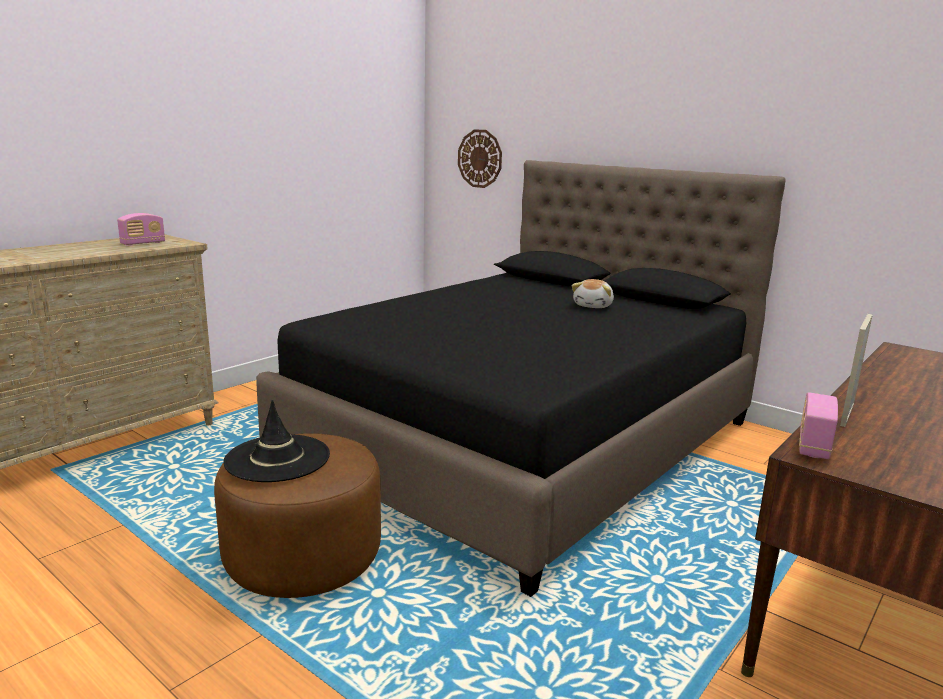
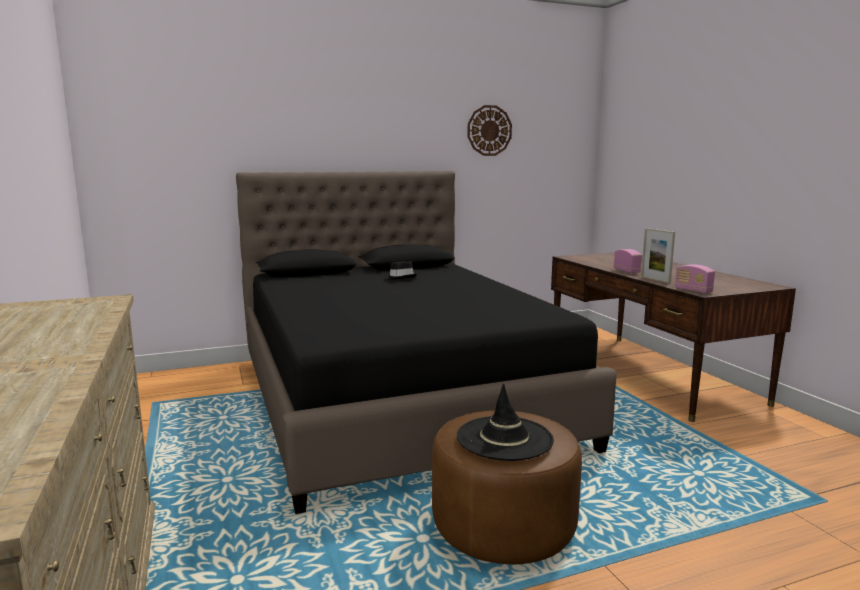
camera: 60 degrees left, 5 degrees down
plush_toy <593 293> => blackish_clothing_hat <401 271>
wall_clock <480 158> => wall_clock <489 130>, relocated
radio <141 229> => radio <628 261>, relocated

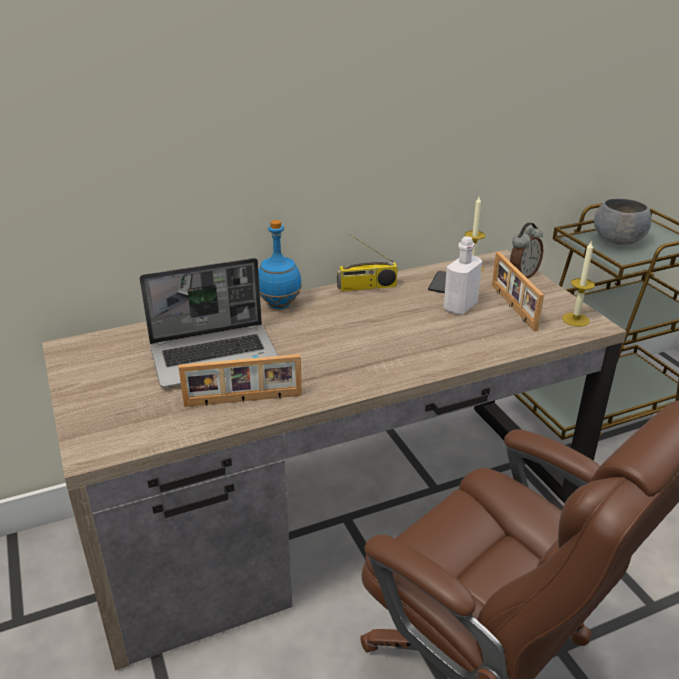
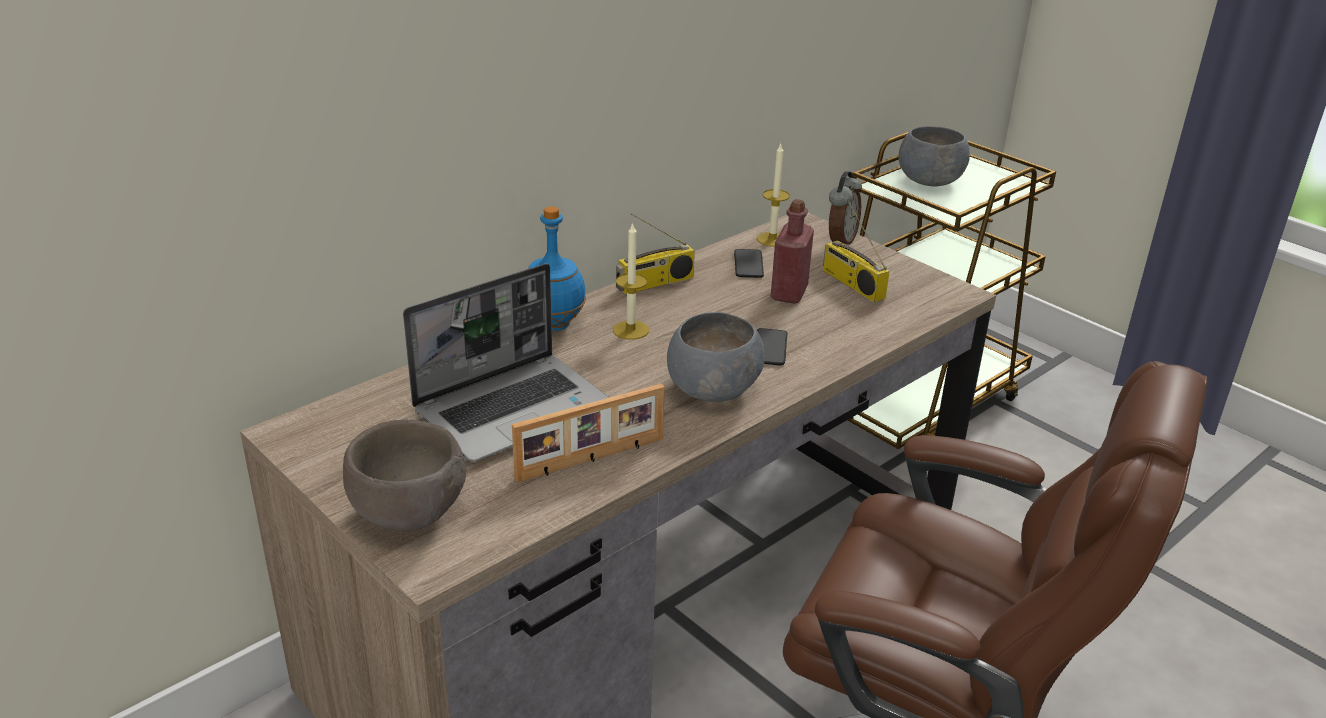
camera: 20 degrees left, 0 degrees up
nothing => brown_bowl <404 476>
wax_light <578 283> => wax_light <631 281>, relocated
nothing => greyish_bowl <716 357>
nothing => phone <772 346>
white_bottle <463 275> => reddish_bottle <792 251>
picture_frame <518 291> => radio <856 252>

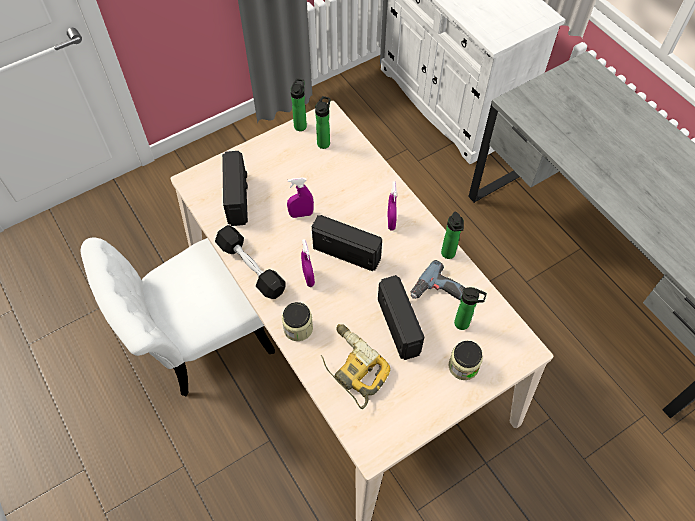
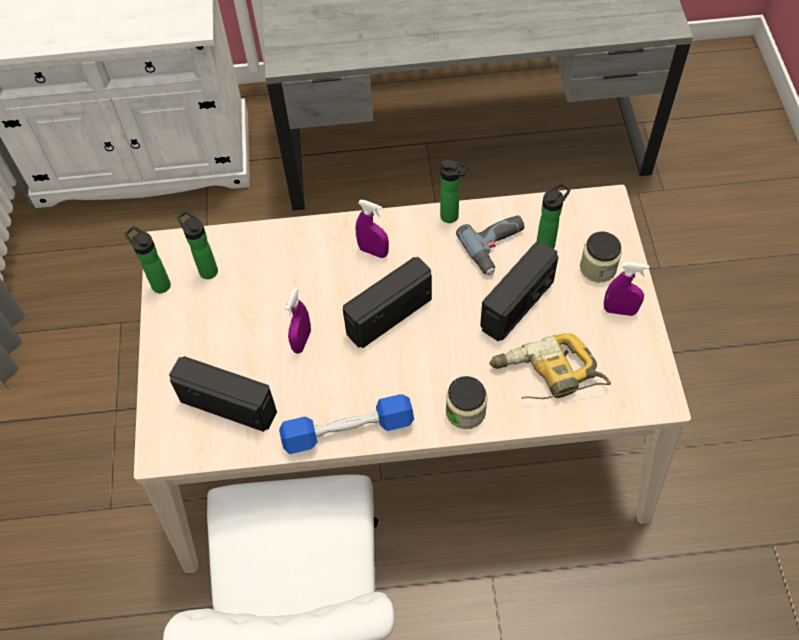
camera: 60 degrees left, 0 degrees up
blackish_free_weight <250 262> => bluish_free_weight <346 424>
radio <401 317> => radio <519 291>, 120 degrees clockwise
purple-coloured_sprayer <308 263> => purple-coloured_sprayer <626 289>, relocated

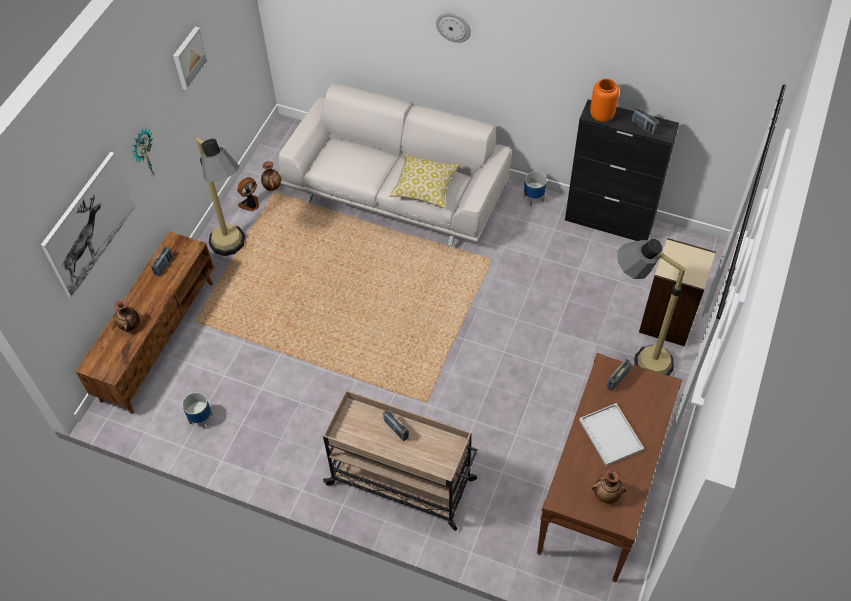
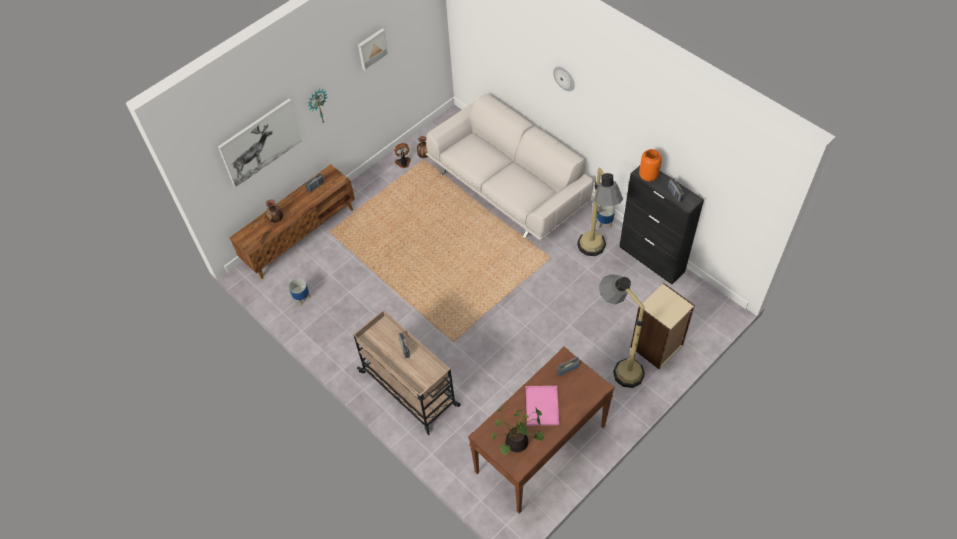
camera: 25 degrees right, 0 degrees up
decorative_vase <609 486> => potted_plant <517 431>
white_carrying_tray <611 434> => pink_carrying_tray <542 406>
standing_lamp <220 196> => standing_lamp <600 212>, relocated
throw_pillow <424 181> => nothing

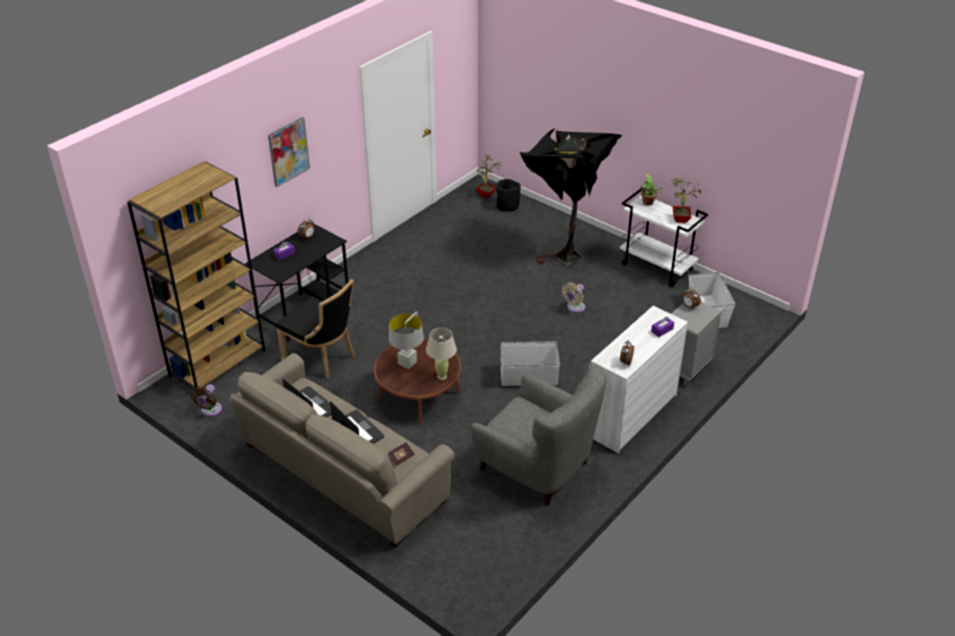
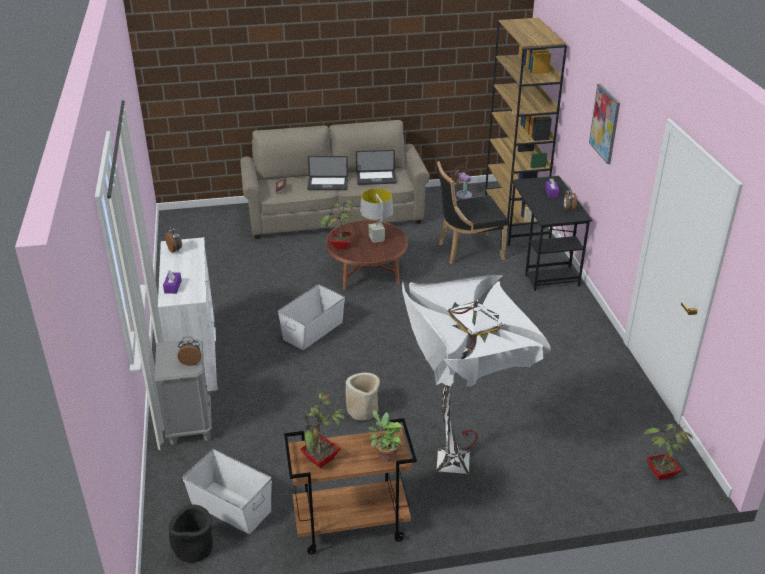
camera: 130 degrees right, 5 degrees down
blackish_planter <508 195> => blackish_planter <191 534>, relocated
white_wheeled_cart <664 237> => brown_wheeled_cart <350 486>
beige-coloured_tabletop_lamp <441 354> => potted_plant <337 224>
beige-coloured_fan <573 298> => beige-coloured_planter <362 397>
blackish_standing_lamp <571 196> => white_standing_lamp <476 375>
greyish_armchair <539 434> => nothing

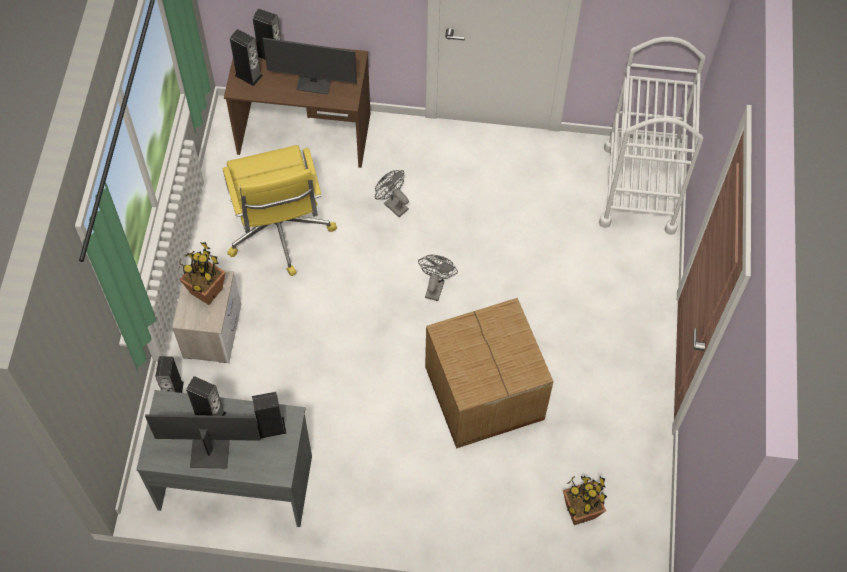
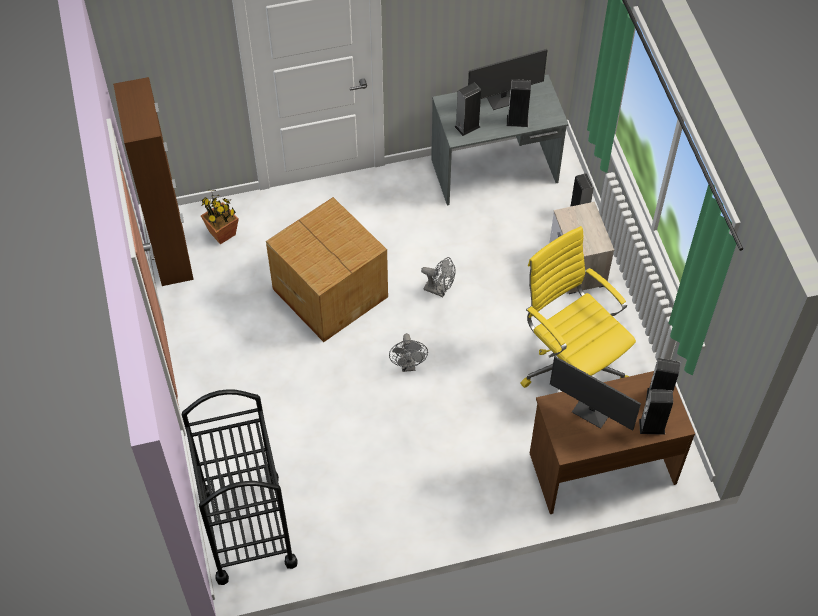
camera: 160 degrees right, 5 degrees down
nothing => brown_storage_cabinet <153 181>
white_wheeled_cart <652 136> => blackish_wheeled_cart <240 487>
greyish_fan <392 193> => greyish_fan <438 277>, relocated
computer_screen <310 66> => computer_screen <595 393>, 135 degrees counterclockwise
potted_plant <202 273> => nothing

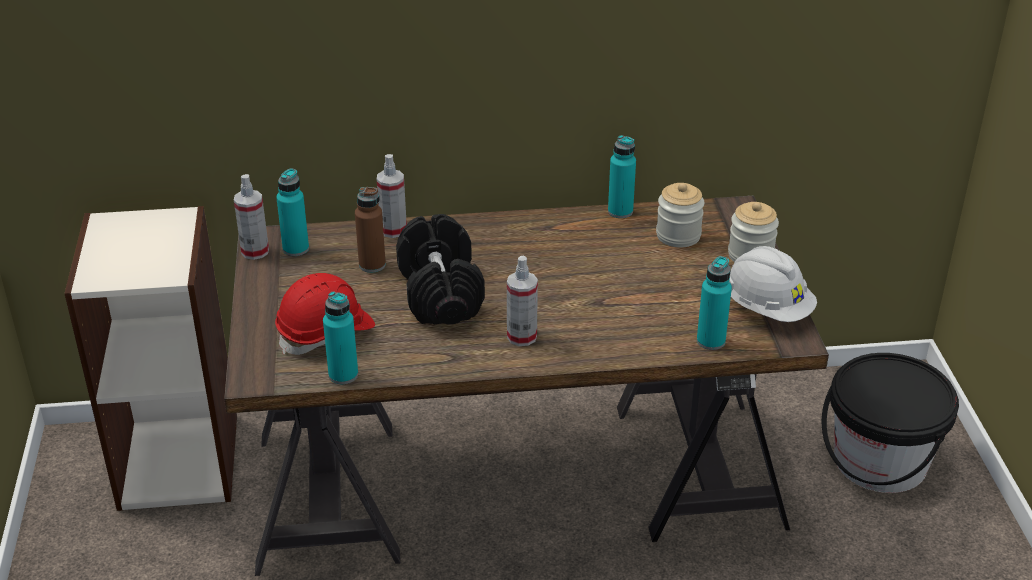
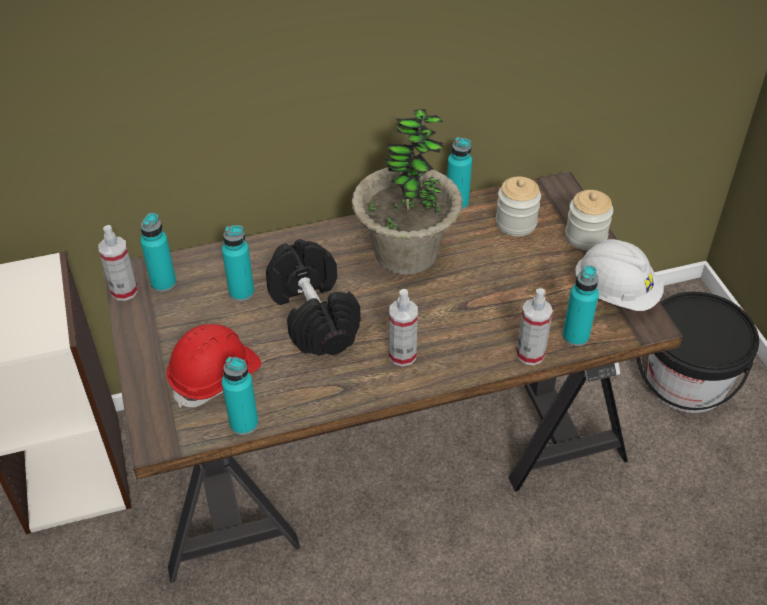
camera: 10 degrees left, 10 degrees up
brown_bottle <370 230> => blue-green_bottle <238 263>
nothing => potted_plant <407 192>
sprayer <392 196> => sprayer <534 326>, relocated

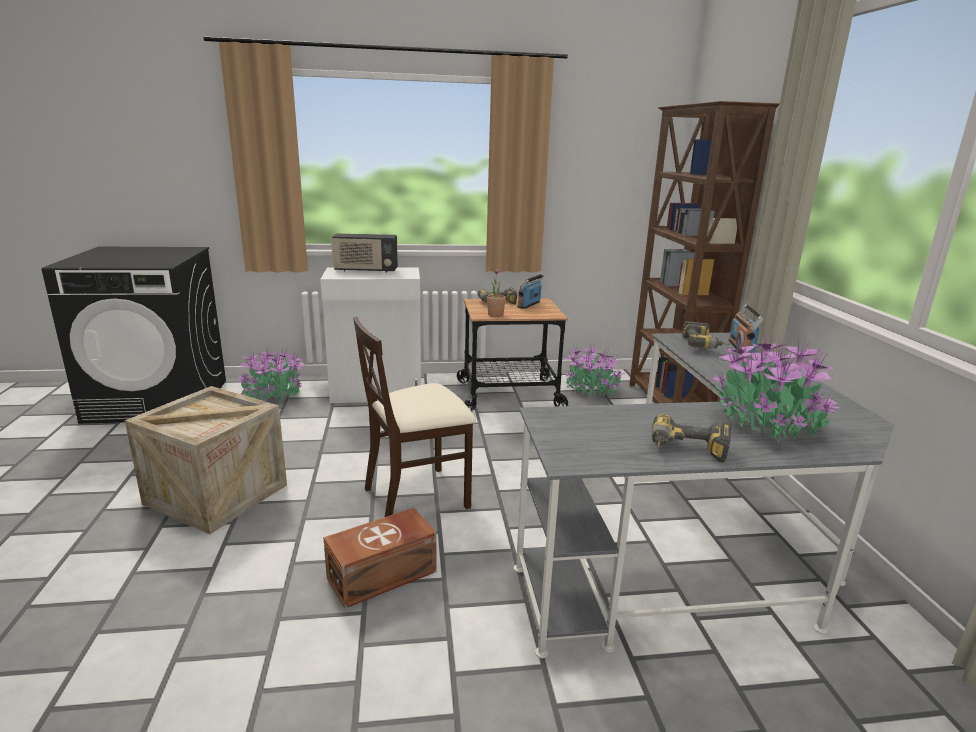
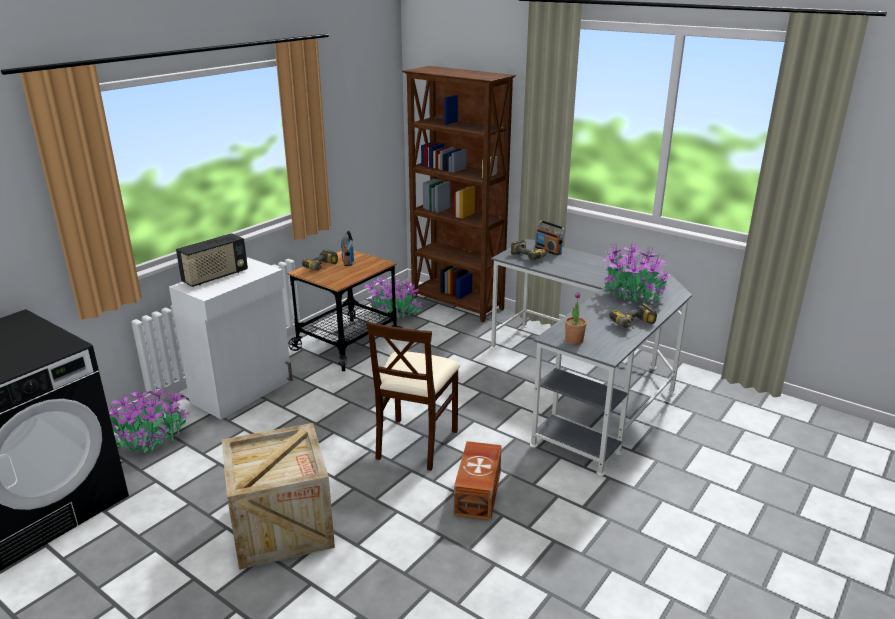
camera: 45 degrees left, 5 degrees up
potted_plant <496 293> => potted_plant <576 318>, relocated

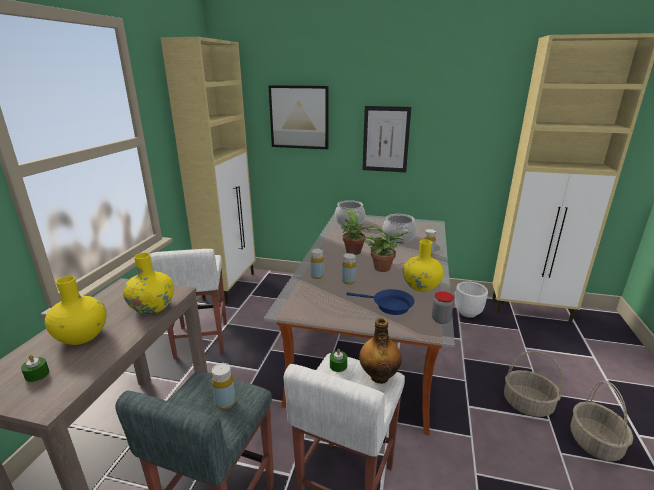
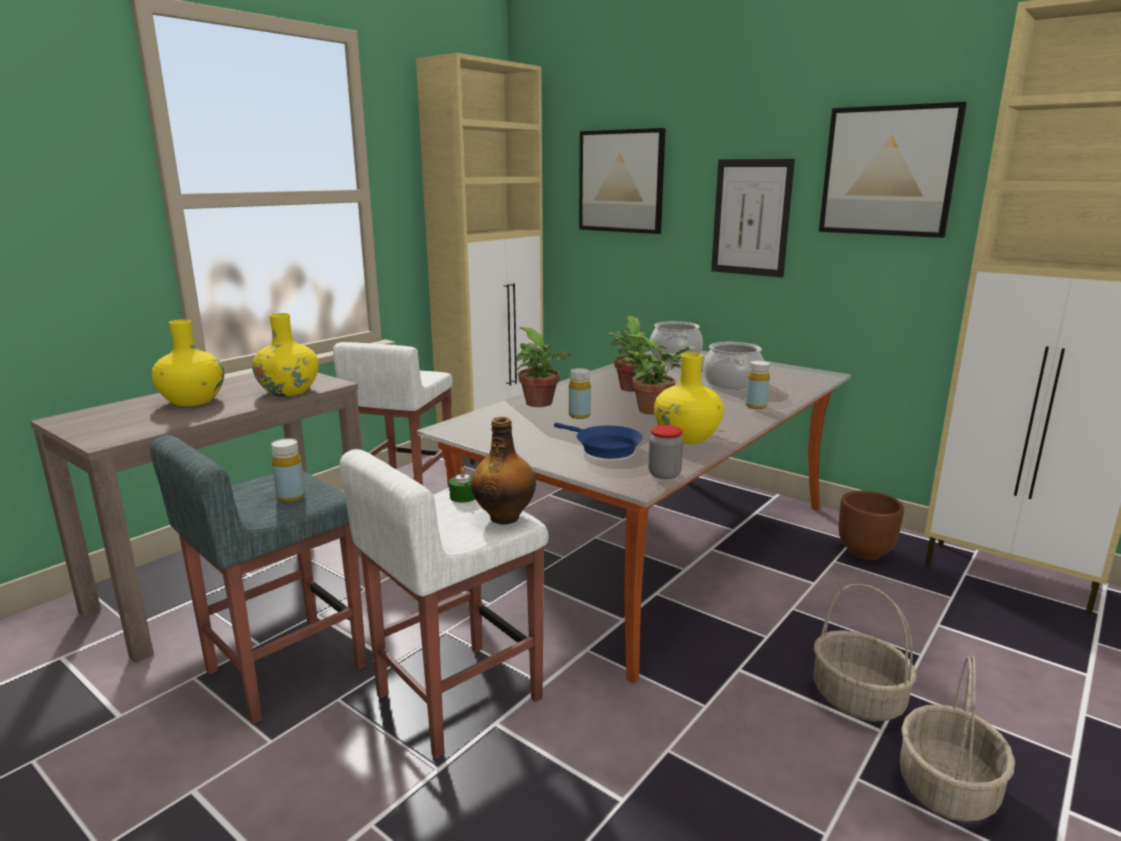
camera: 25 degrees right, 5 degrees down
yellow_bottle <317 263> => potted_plant <544 367>
nothing => wall_picture <893 170>
white_planter <471 299> => brown_planter <871 525>
greenish_wax_light <35 368> => nothing

